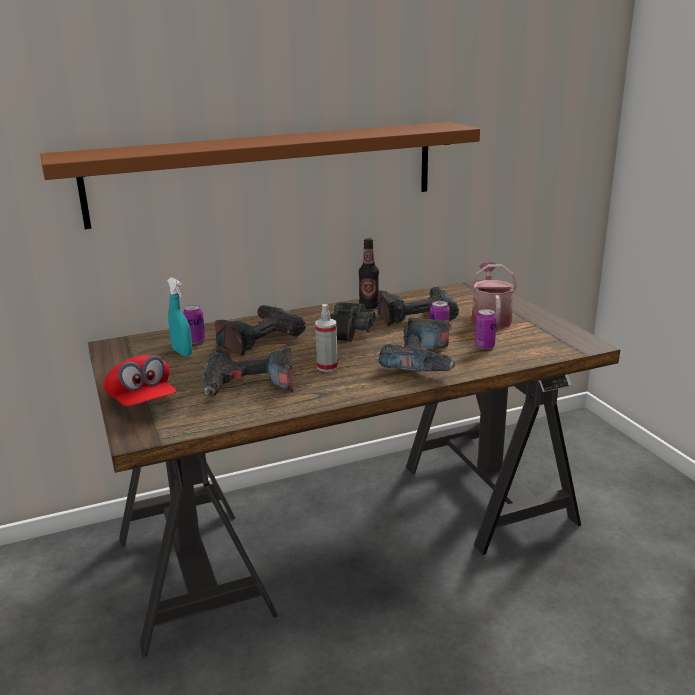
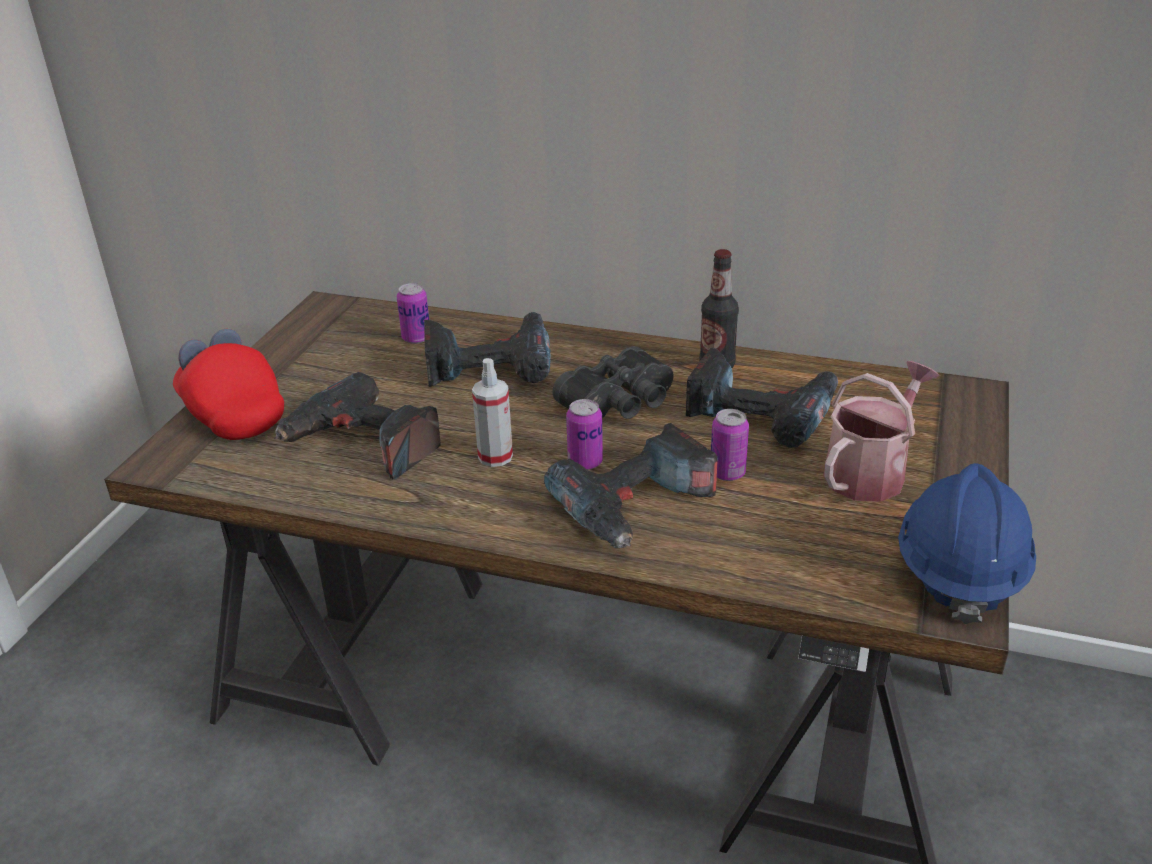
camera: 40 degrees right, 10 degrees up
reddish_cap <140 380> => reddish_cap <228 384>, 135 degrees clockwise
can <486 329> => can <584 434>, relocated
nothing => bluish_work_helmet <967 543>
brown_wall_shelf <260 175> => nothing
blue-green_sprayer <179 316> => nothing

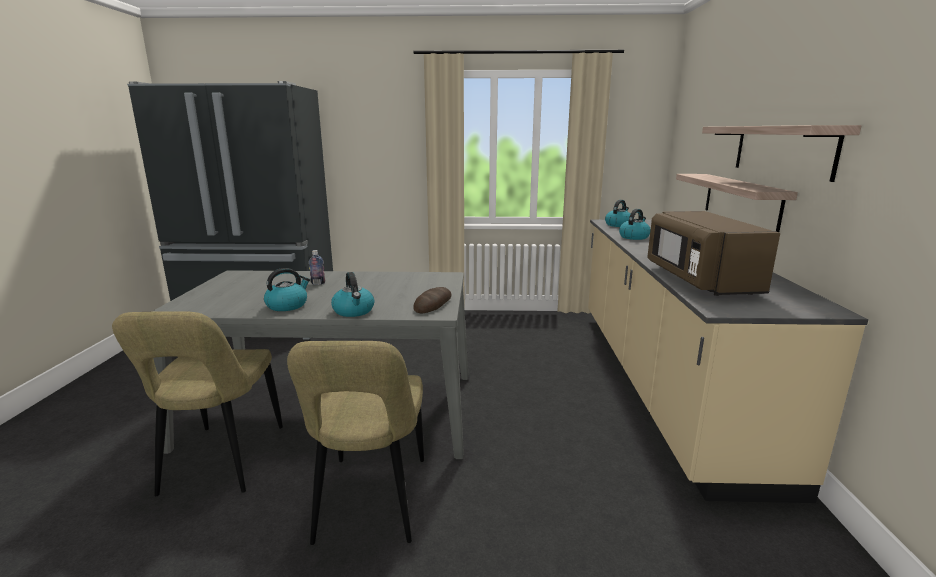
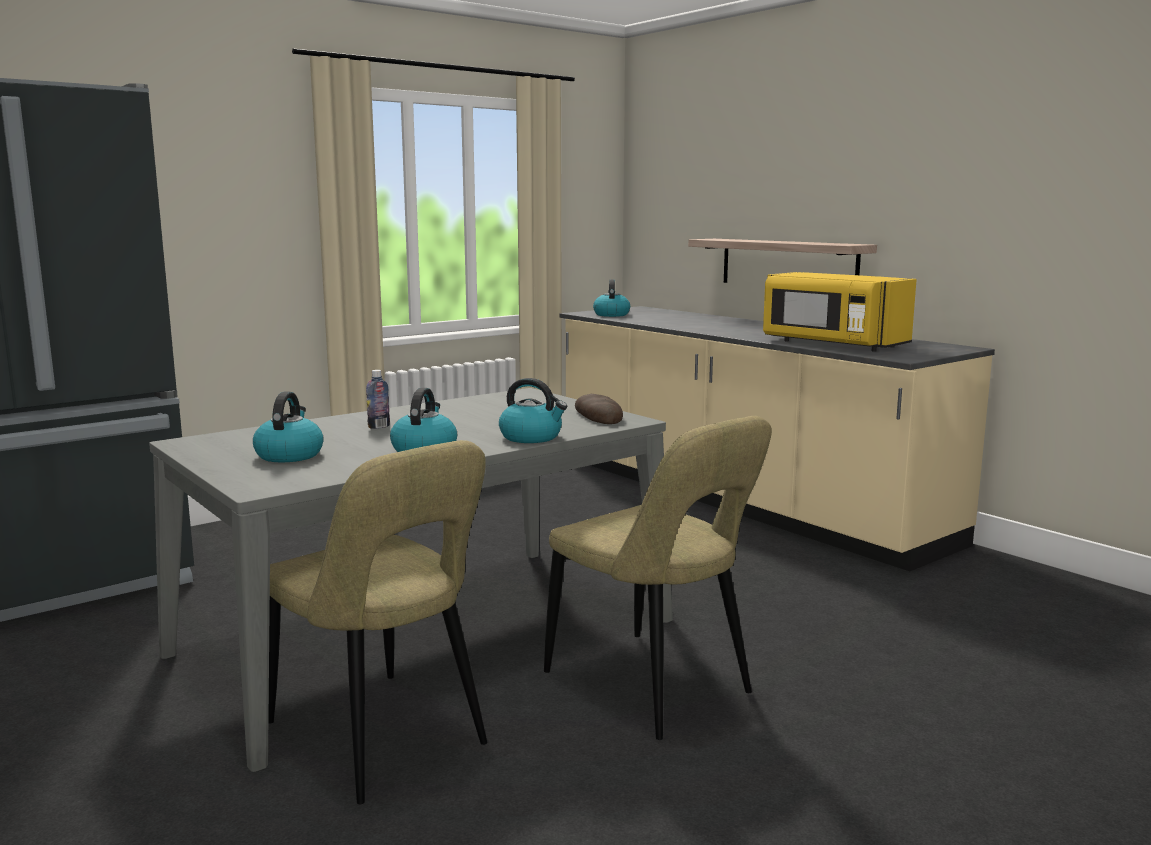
camera: 40 degrees left, 5 degrees down
tea_kettle <635 224> => tea_kettle <288 427>, relocated
brown_microwave <713 253> => yellow_microwave <840 311>
wall_shelf <782 153> => nothing

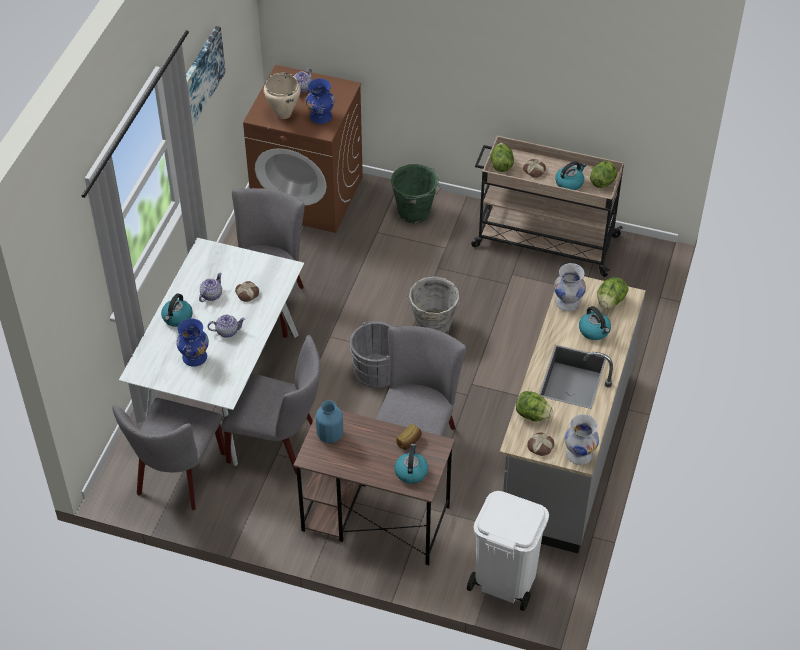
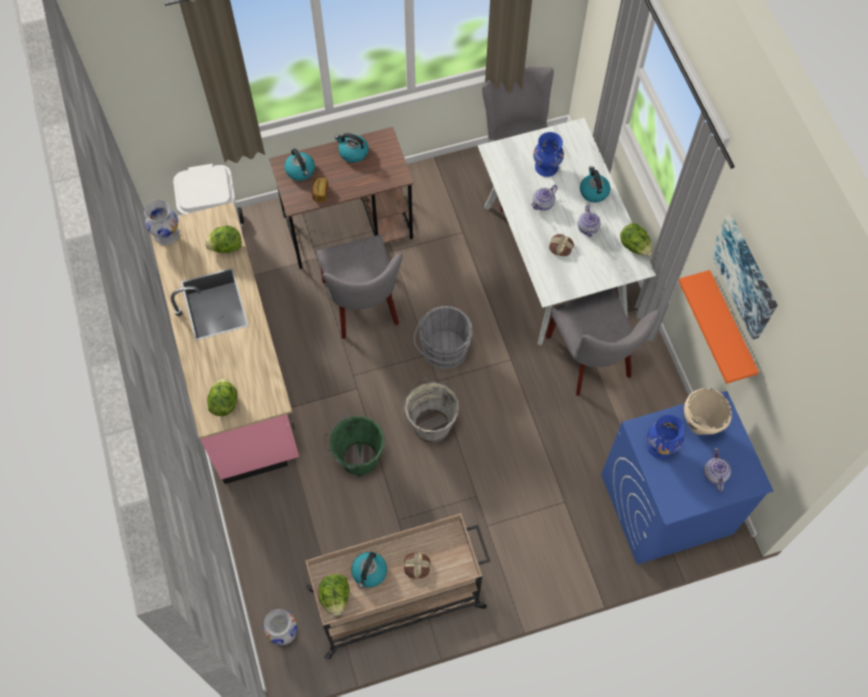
camera: 145 degrees right, 15 degrees up
greyish_kitchen_counter <573 414> => pink_kitchen_counter <224 343>
white_decorative_vase <570 287> => white_decorative_vase <280 627>, relocated
greenish_pail <416 193> => greenish_pail <354 445>, relocated
tea_kettle <595 323> => tea_kettle <352 148>, relocated
brown_laundry_machine <303 149> => bluish_laundry_machine <687 478>
head_of_lettuce <502 157> => head_of_lettuce <636 239>, relocated
nothing => orange-coloured_wall_shelf <719 327>
greyish_upright_chair <271 404> => nothing
bluish_decorative_vase <329 421> => nothing
bread <540 444> => nothing

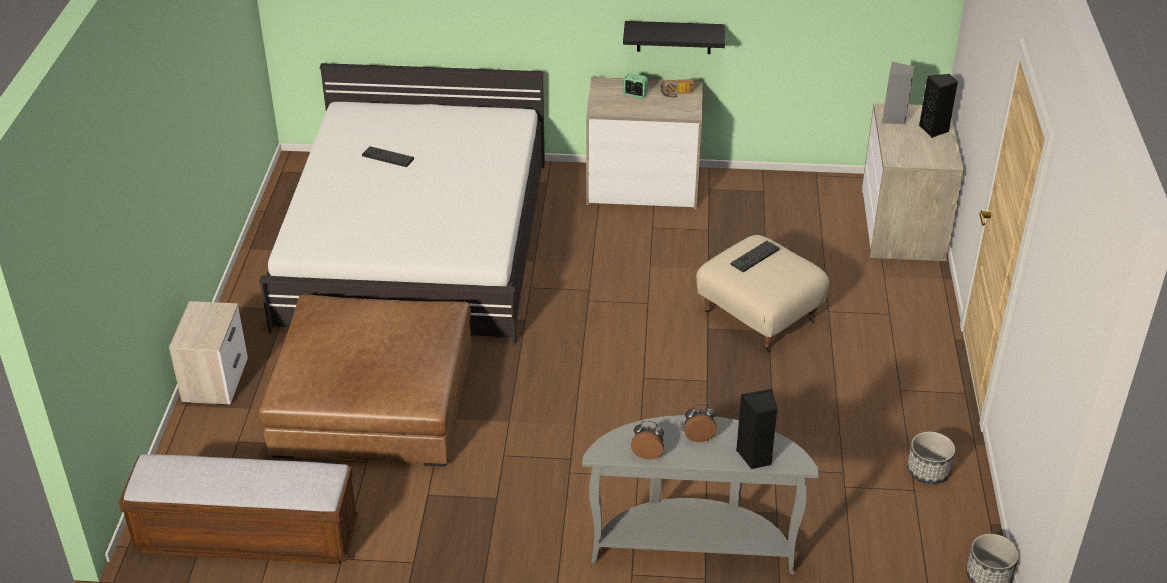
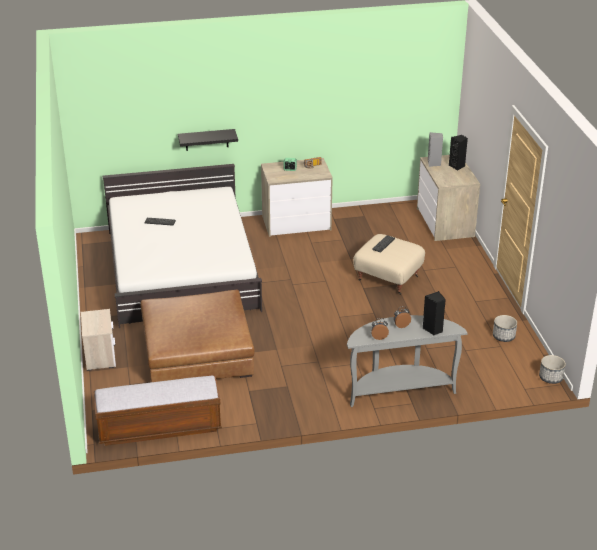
camera: 15 degrees left, 5 degrees down
blackish_wall_shelf <674 37> => blackish_wall_shelf <208 140>, relocated

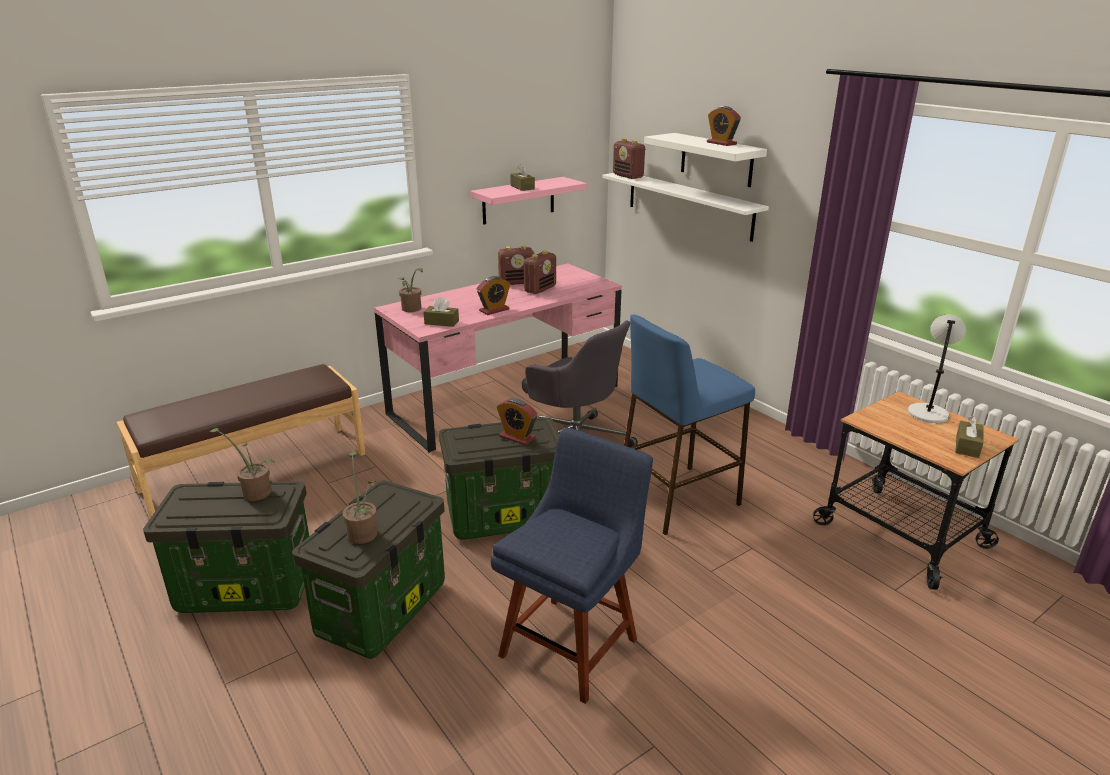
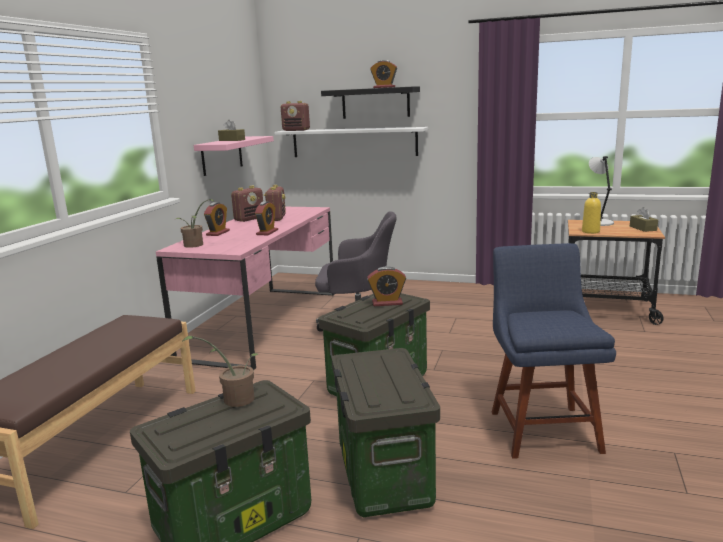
camera: 35 degrees left, 10 degrees down
nothing => table_clock <217 219>
white_wall_shelf <705 160> => blackish_wall_shelf <370 102>
nothing => yellow_bottle <591 213>
potted_plant <360 498> => nothing
brown_tissue_holder <441 312> => nothing
bluish_stool_seat <689 424> => nothing

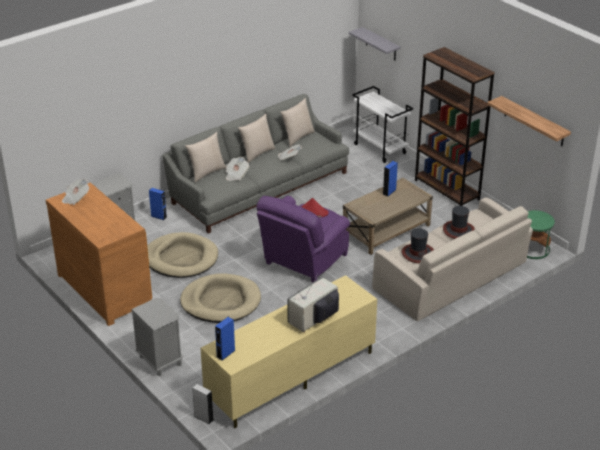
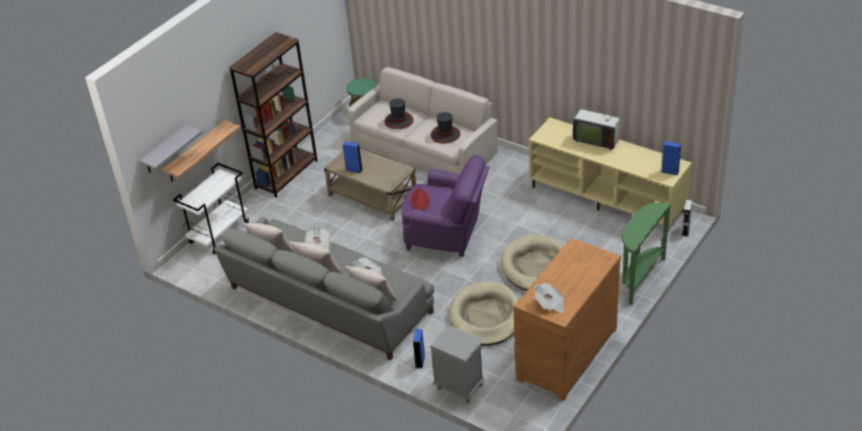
camera: 105 degrees left, 5 degrees up
wall_shelf <529 121> => wall_shelf <201 150>, relocated
greyish_nightstand <157 337> => greenish_hall_table <646 253>

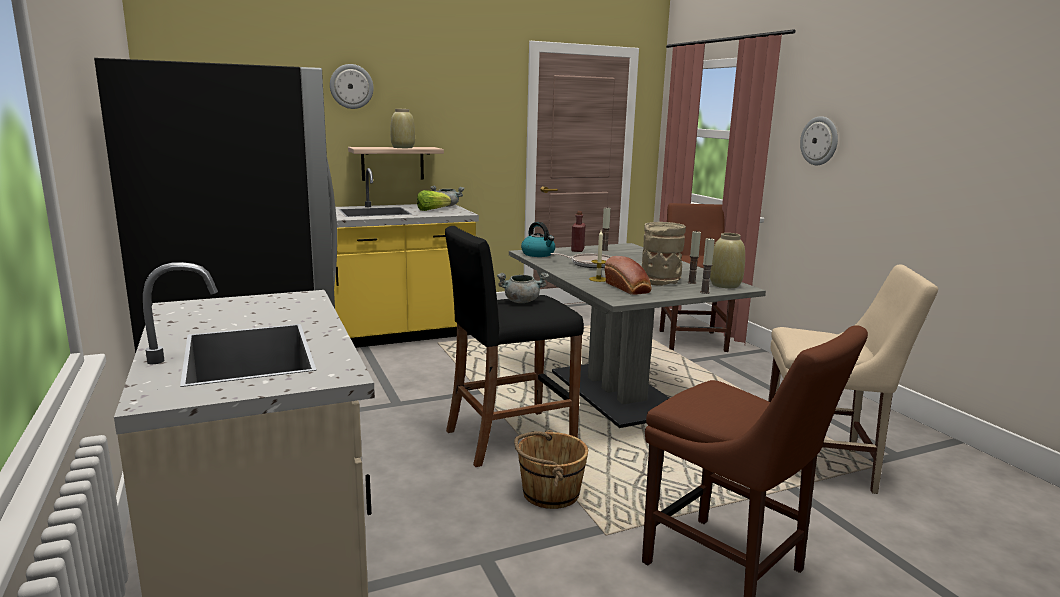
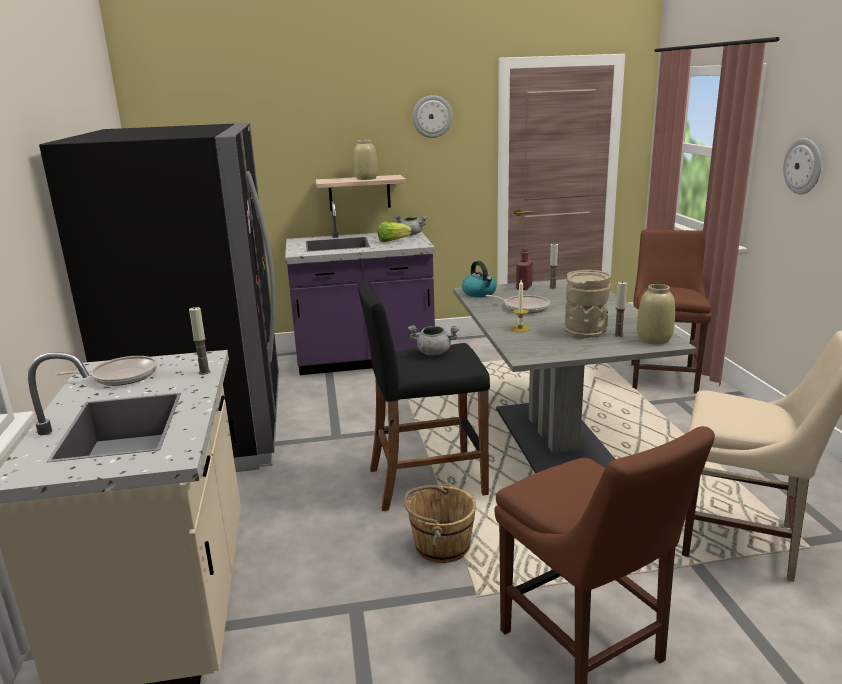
camera: 15 degrees right, 5 degrees up
nothing => skillet <107 371>
wax_light <707 265> => wax_light <200 341>, relocated
yellow_kitchen_counter <404 258> => purple-coloured_kitchen_counter <360 287>
wall_clock <352 86> => wall_clock <432 116>, relocated
bread <628 275> => nothing

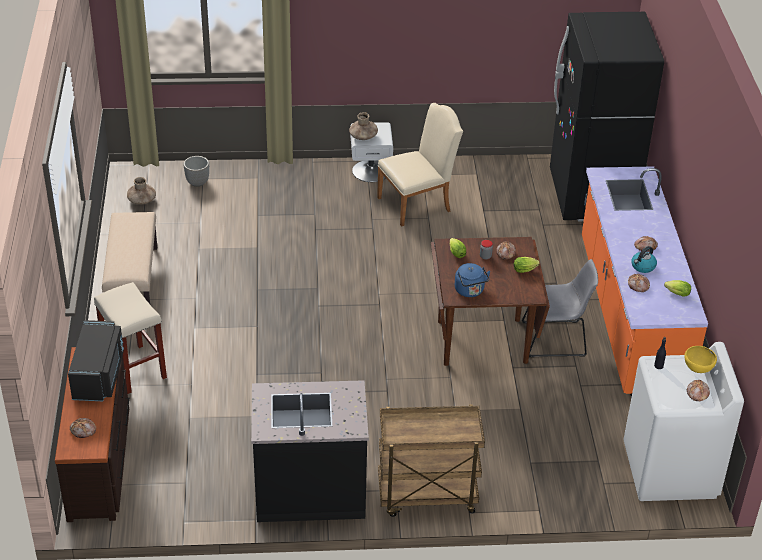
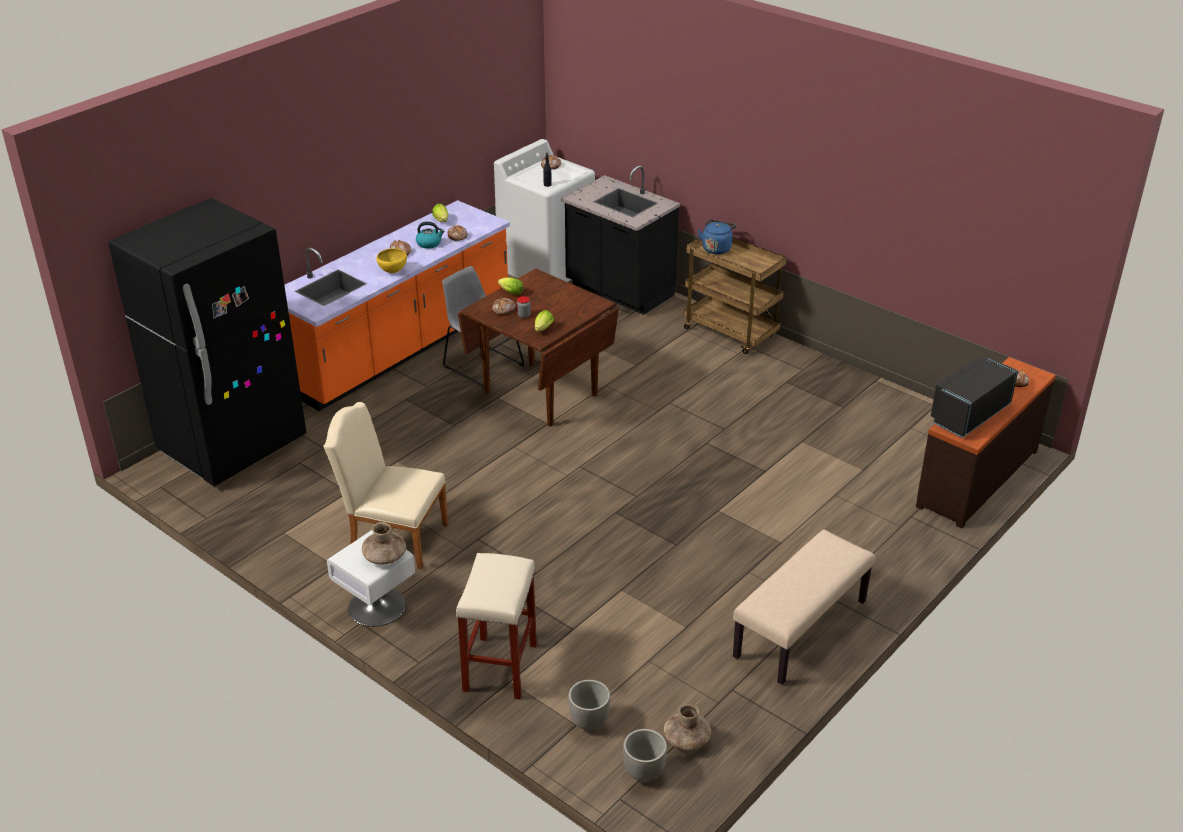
camera: 135 degrees left, 5 degrees down
yellow_bowl <700 359> => yellow_bowl <391 260>, relocated
beige-coloured_stool_seat <130 338> => beige-coloured_stool_seat <496 626>, relocated
blackish_kitchen_counter <310 451> => blackish_kitchen_counter <620 240>, relocated
nothing => planter <645 755>
bluish_tea_kettle <472 280> => bluish_tea_kettle <716 237>, relocated

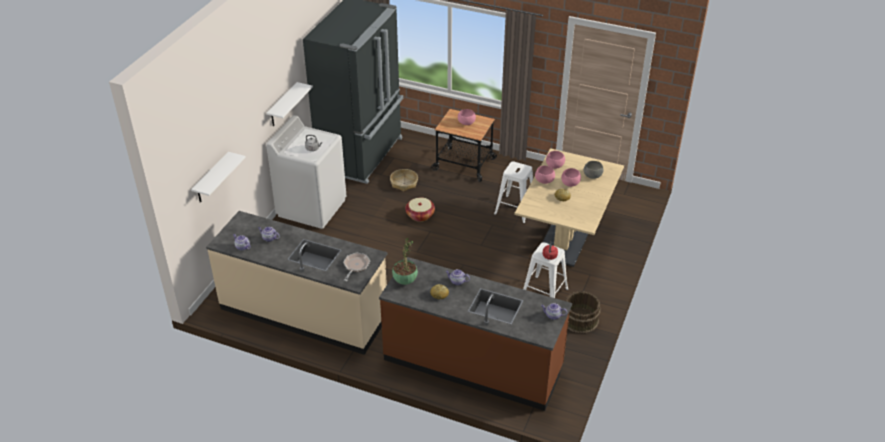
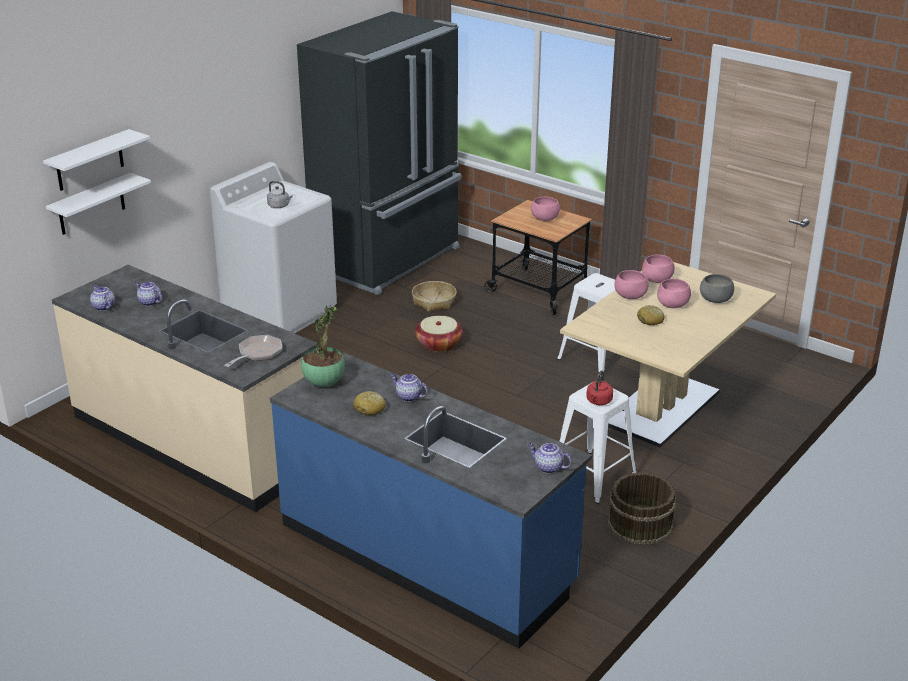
camera: 15 degrees right, 10 degrees down
white_wall_shelf <290 104> => white_wall_shelf <96 160>, relocated
brown_kitchen_counter <475 334> => bluish_kitchen_counter <431 501>

